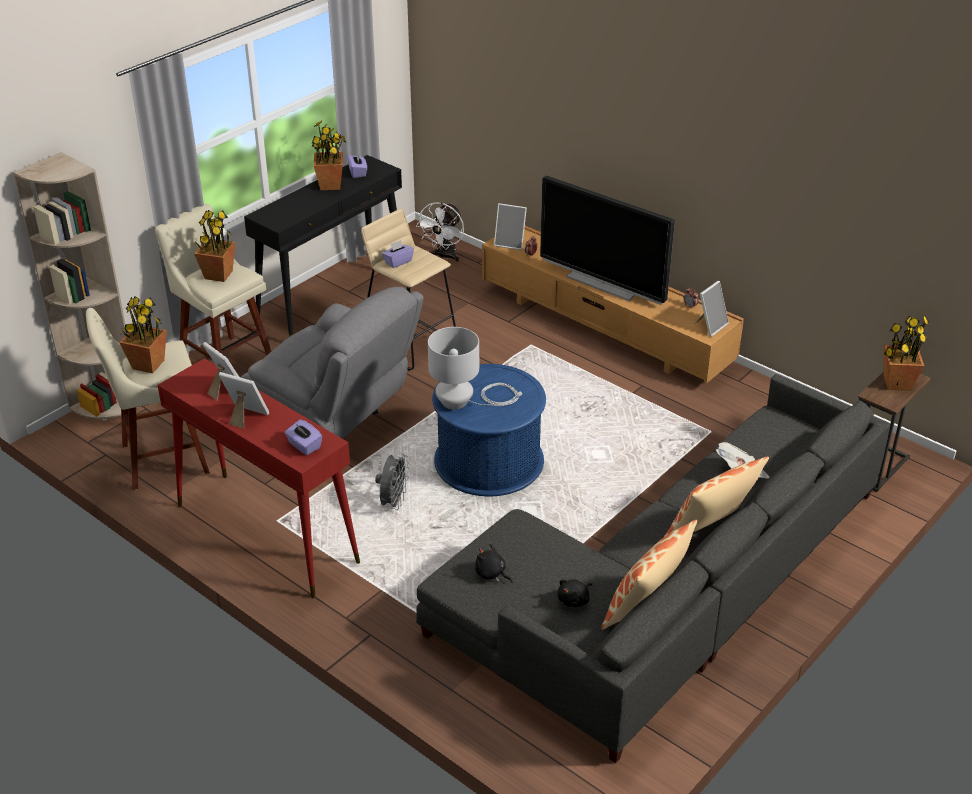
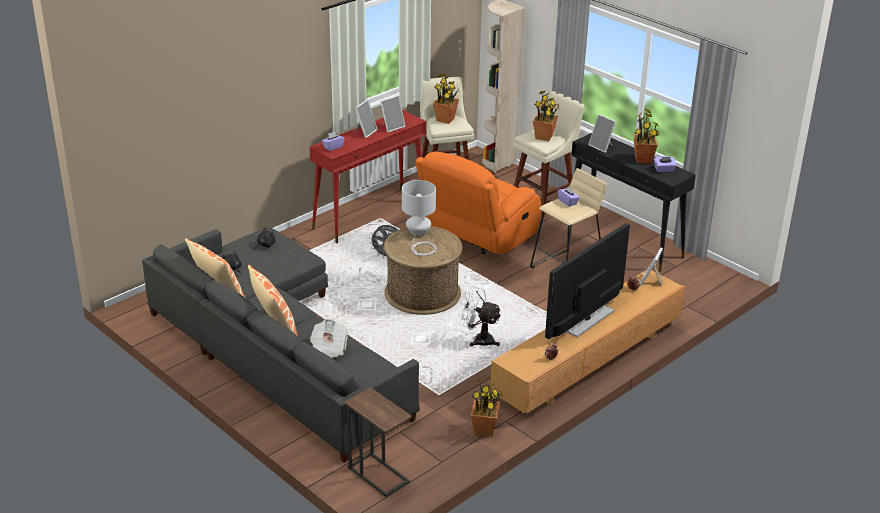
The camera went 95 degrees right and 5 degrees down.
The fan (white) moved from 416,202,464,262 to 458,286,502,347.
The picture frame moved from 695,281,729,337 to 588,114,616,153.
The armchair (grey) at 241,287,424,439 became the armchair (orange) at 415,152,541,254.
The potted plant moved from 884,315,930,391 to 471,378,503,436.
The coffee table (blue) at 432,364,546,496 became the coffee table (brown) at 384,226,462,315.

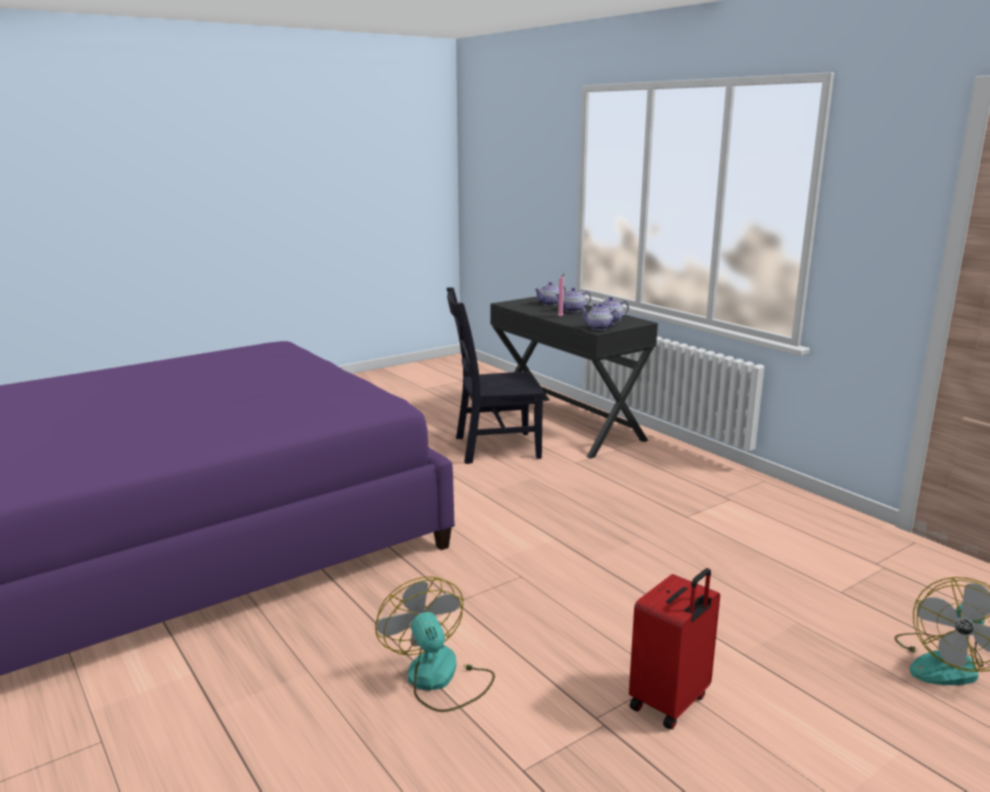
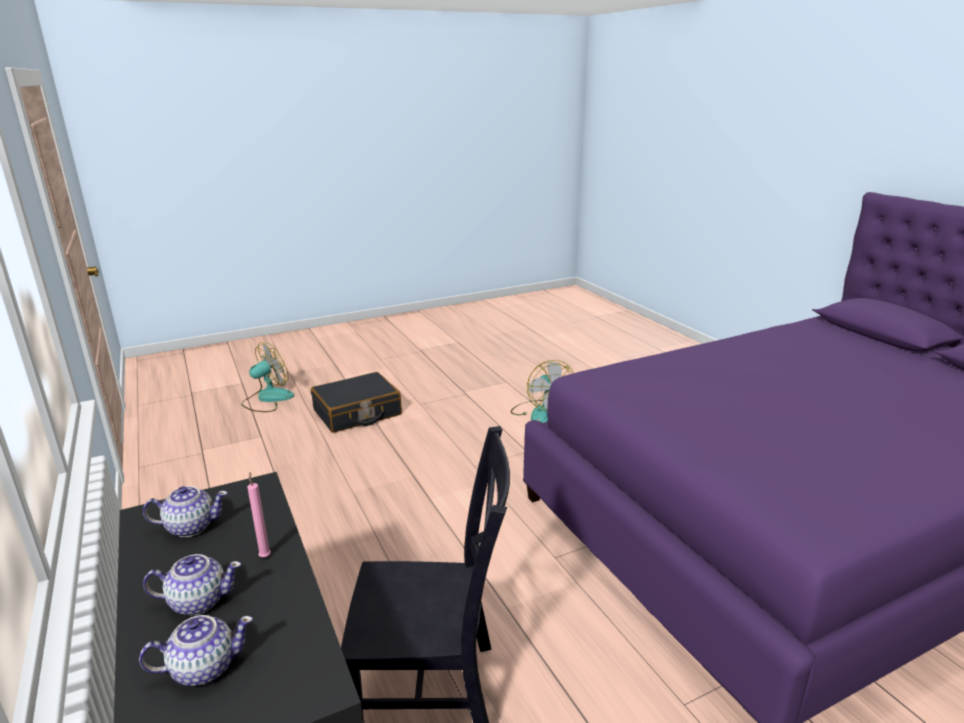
The camera went 170 degrees left and 5 degrees up.
The teapot at 580,303,621,330 disappeared.
The suitcase (red) at 629,568,720,730 disappeared.
The suitcase (black) at 311,372,402,433 appeared.

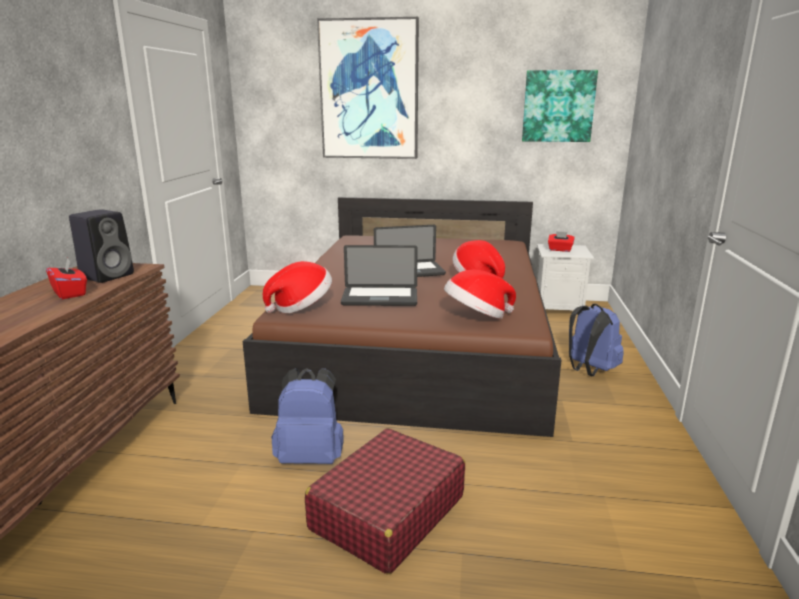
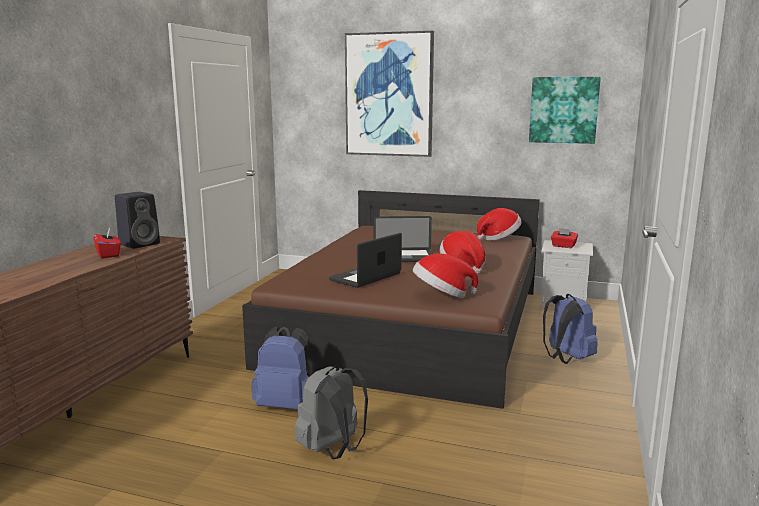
The camera went 10 degrees right and 5 degrees down.
The laptop at 341,245,418,306 turned 120 degrees clockwise.
The hat moved from 263,261,332,313 to 477,208,521,240.
The suitcase (red) at 305,428,465,575 was replaced by the backpack (grey) at 295,366,368,459.

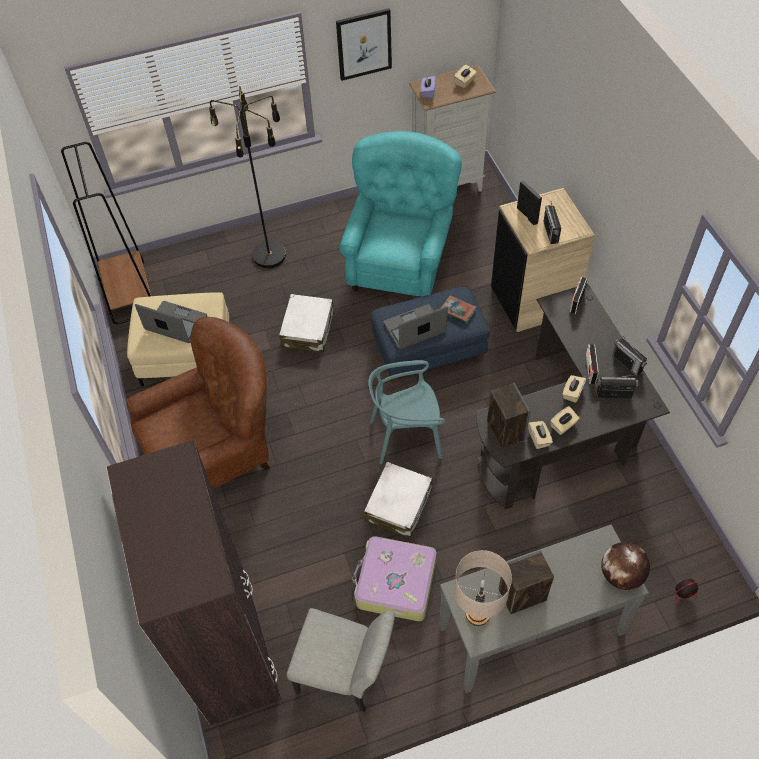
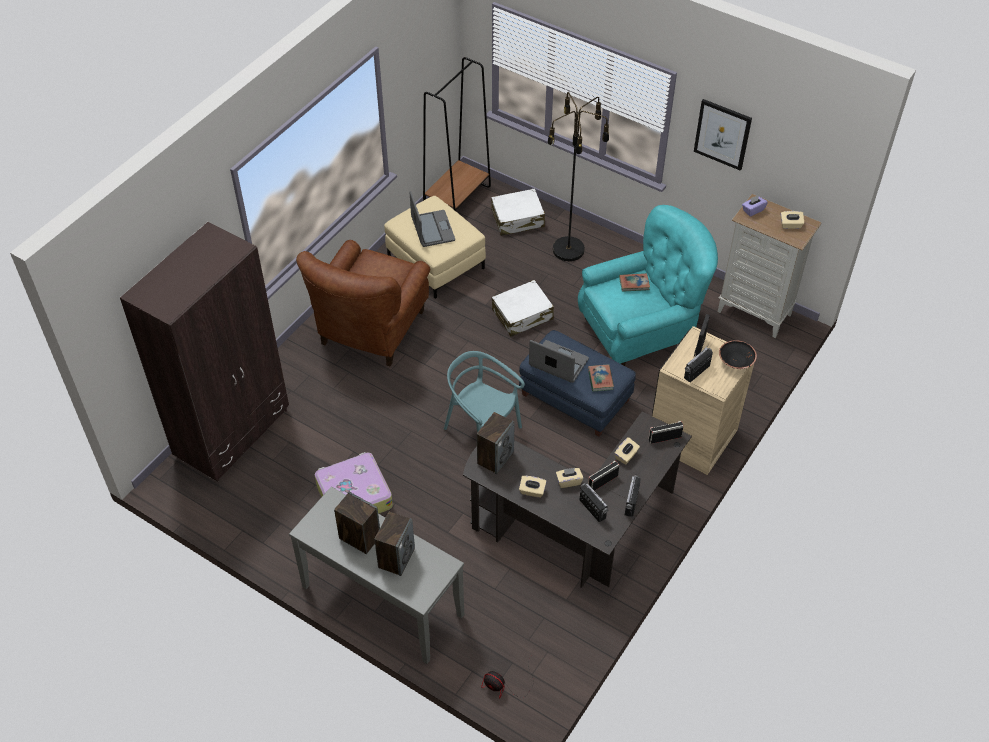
The camera went 50 degrees right and 5 degrees down.
The armchair (brown) at 126,317,270,489 turned 90 degrees clockwise.
The tissue box (beige) moved from 528,421,553,449 to 614,437,640,465.
The suitcase (white) moved from 364,462,432,538 to 491,188,545,236.
The globe at 601,542,650,590 disappeared.
The table lamp (beige) at 454,550,512,626 disappeared.
The chair (grey) at 287,608,395,713 disappeared.
The book at 619,273,650,292 appeared.
The bowl (black) at 719,340,757,369 appeared.
The speaker at 374,512,415,576 appeared.

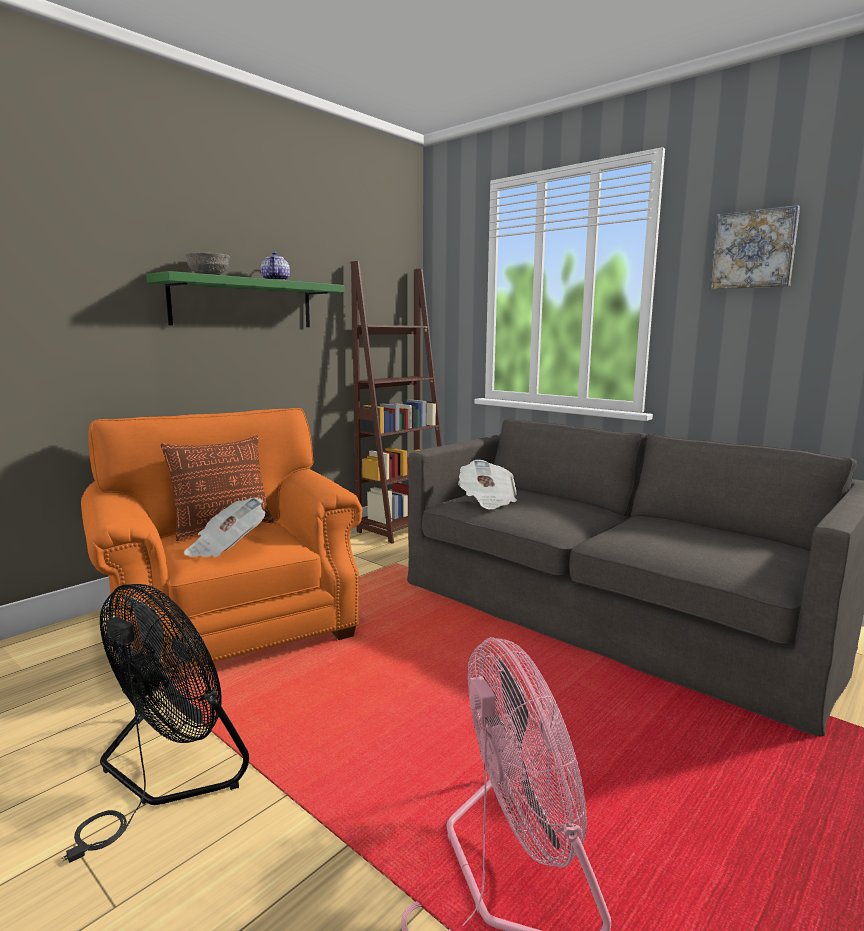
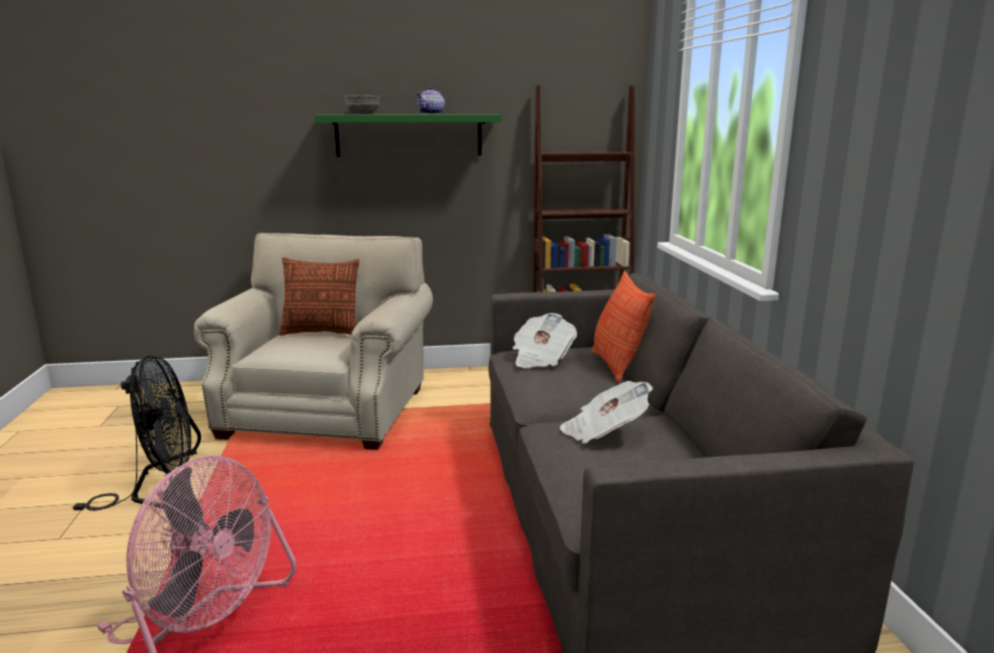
The camera went 40 degrees right and 5 degrees up.
The picture at 710,205,800,289 disappeared.
The armchair (orange) at 81,408,363,692 became the armchair (beige) at 194,233,433,450.
The newspaper moved from 184,497,265,558 to 560,381,653,444.
The pillow (orange) at 592,271,655,383 appeared.

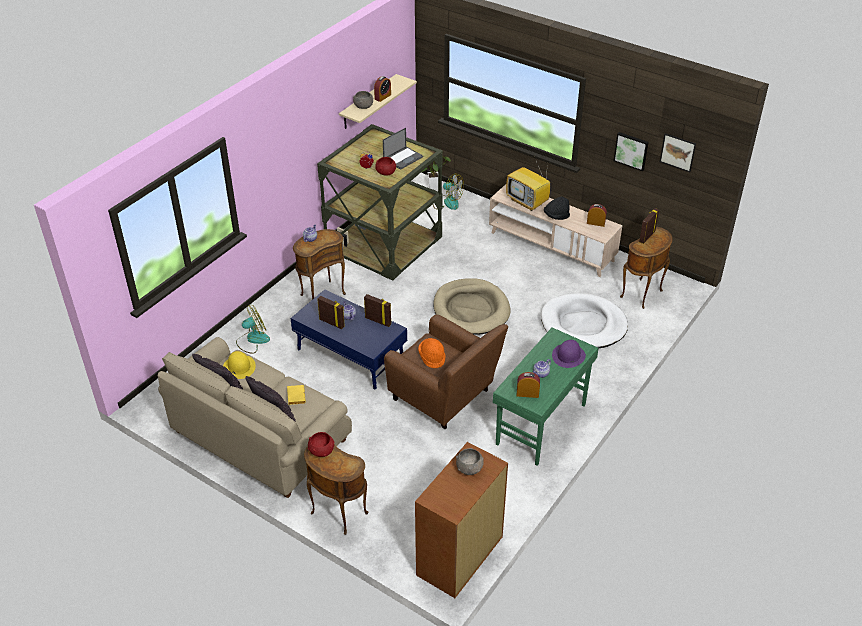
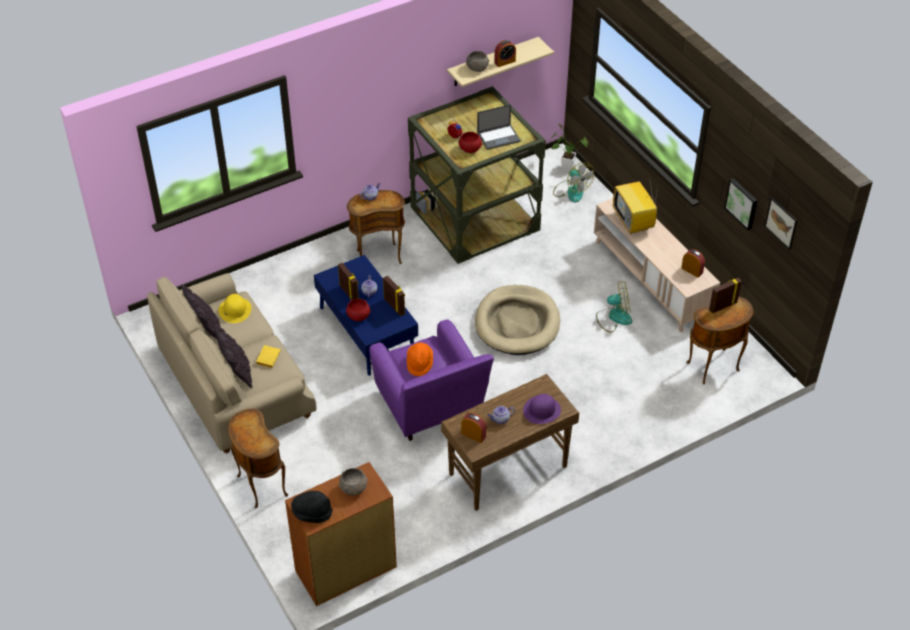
The camera went 25 degrees right and 5 degrees up.
The hat (black) moved from 544,197,570,220 to 291,491,332,523.
The dog bed (white) at 541,293,628,348 disappeared.
The fan moved from 236,305,270,354 to 596,281,632,333.
The armchair (brown) at 384,315,508,429 became the armchair (purple) at 369,319,494,441.
The console table (green) at 493,328,599,466 became the console table (brown) at 441,374,579,511.
The bowl (red) moved from 308,432,335,457 to 346,299,371,321.

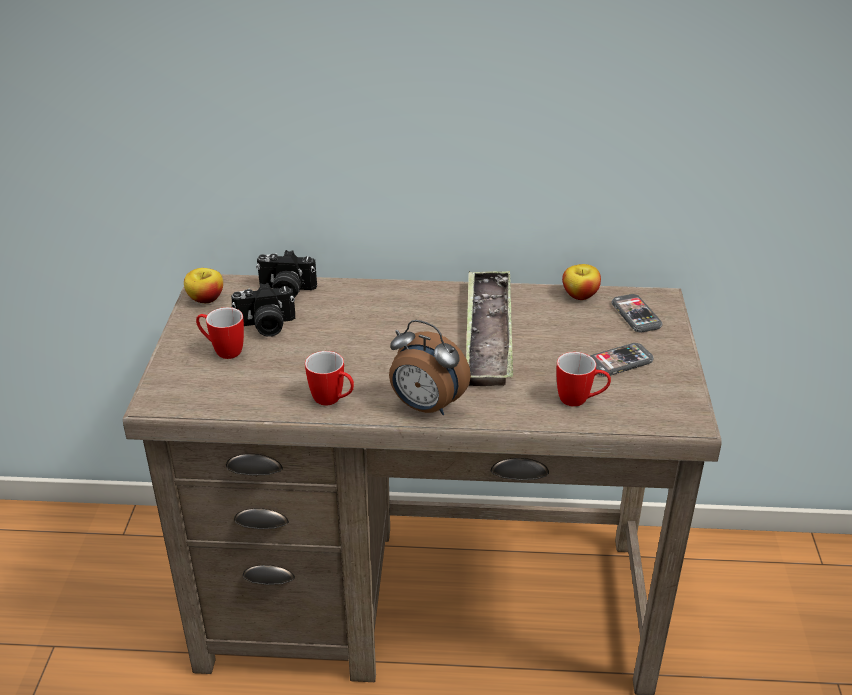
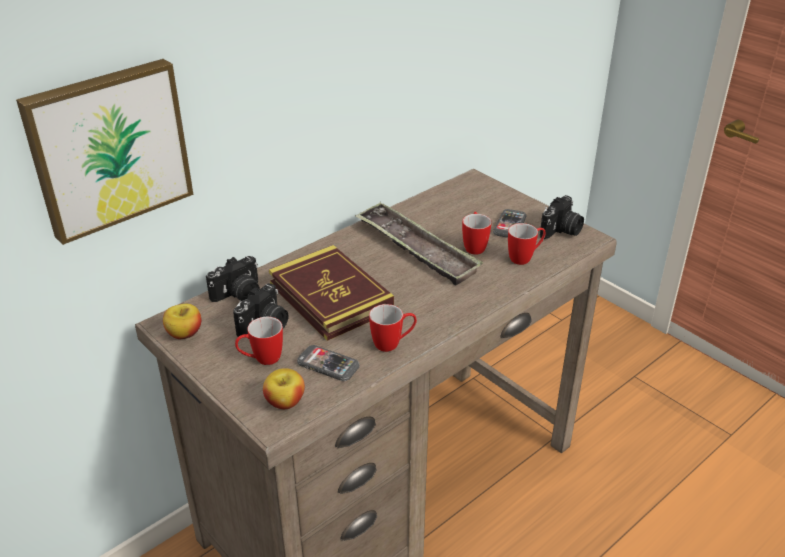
The camera went 45 degrees left and 0 degrees up.
The apple moved from 562,264,601,300 to 263,368,305,409.
The phone moved from 611,294,663,333 to 297,345,360,381.
The alarm clock at 389,320,471,415 disappeared.
The picture at 16,59,194,245 appeared.
The photo camera at 540,195,584,239 appeared.
The mug at 462,212,492,255 appeared.
The book at 269,245,394,341 appeared.

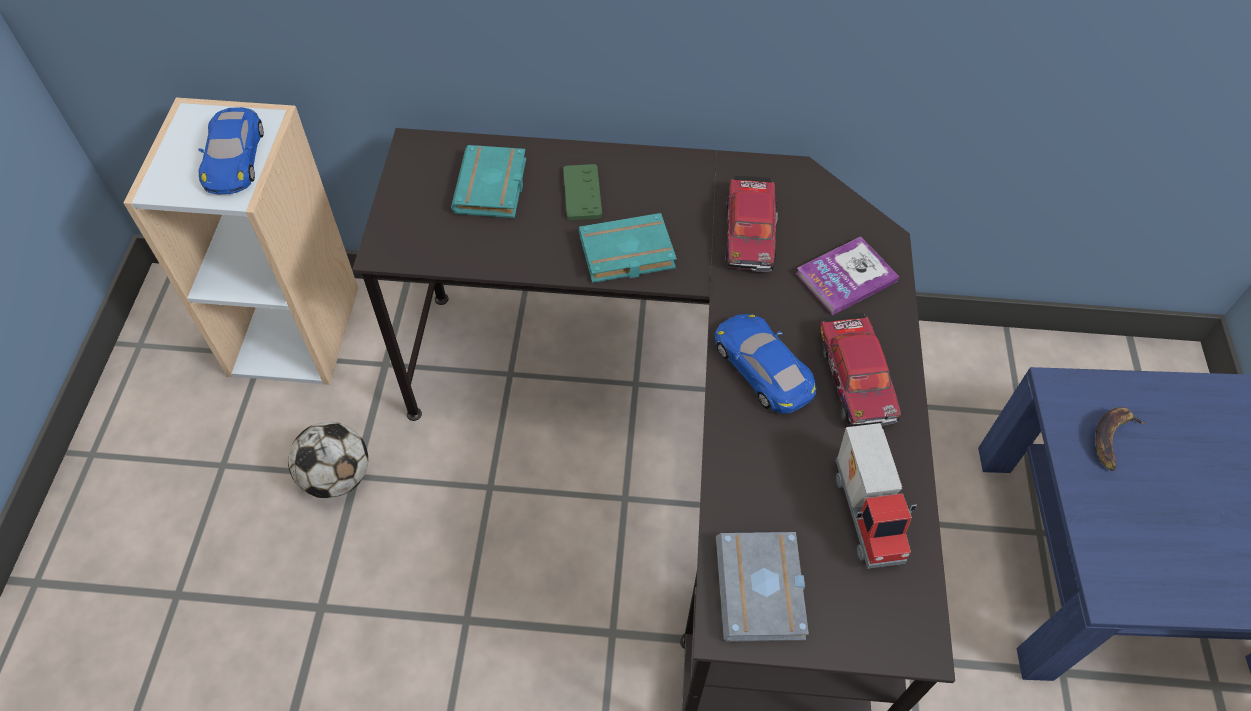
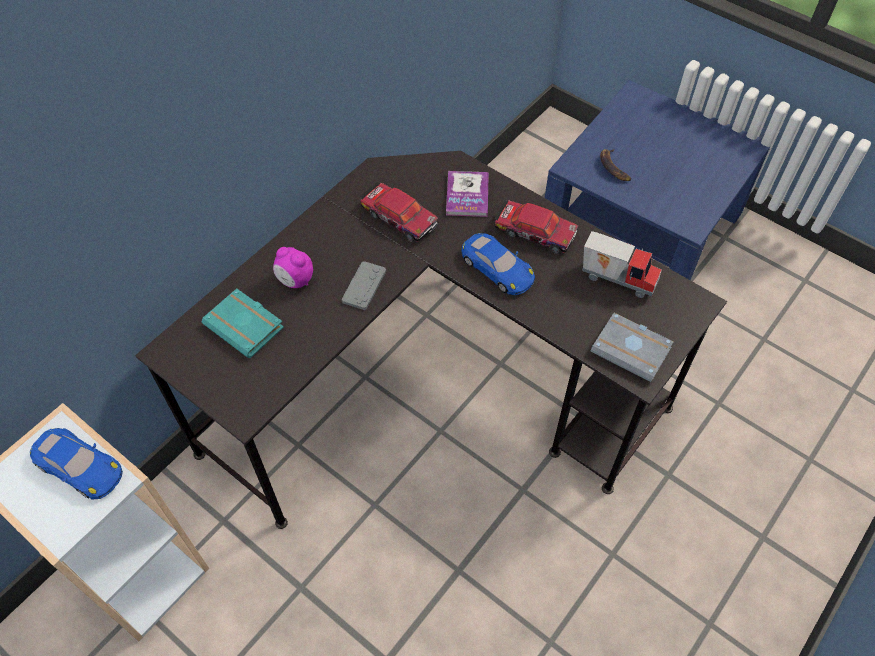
The camera went 55 degrees left and 0 degrees up.
The game controller (green) at 563,164,602,220 was replaced by the alarm clock at 273,247,313,288.
The book (turquoise) at 579,213,677,283 was replaced by the game controller (grey) at 341,261,386,310.
The toy car (blue) at 714,314,817,414 turned 135 degrees counterclockwise.
The football at 288,422,368,498 disappeared.

